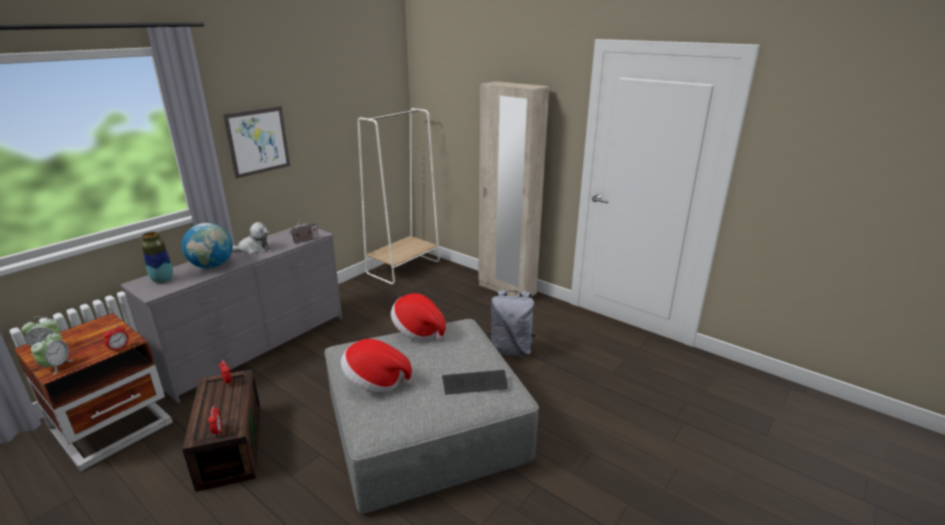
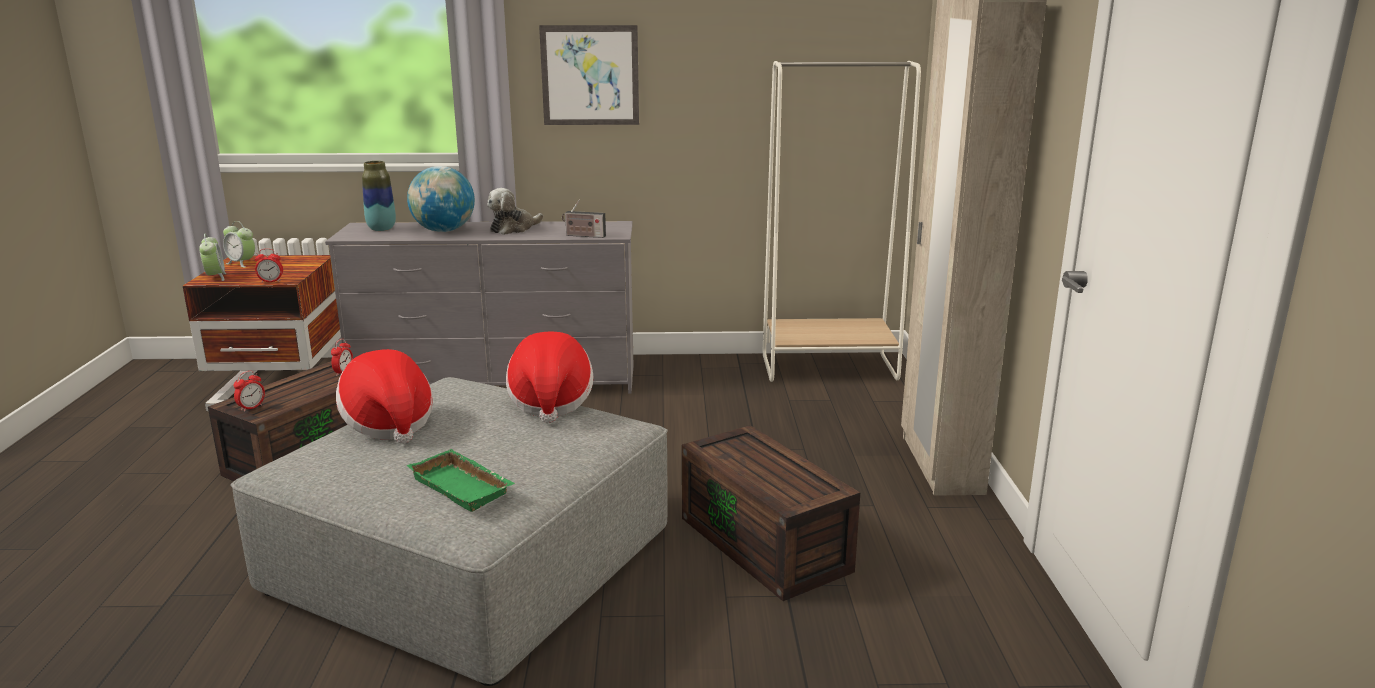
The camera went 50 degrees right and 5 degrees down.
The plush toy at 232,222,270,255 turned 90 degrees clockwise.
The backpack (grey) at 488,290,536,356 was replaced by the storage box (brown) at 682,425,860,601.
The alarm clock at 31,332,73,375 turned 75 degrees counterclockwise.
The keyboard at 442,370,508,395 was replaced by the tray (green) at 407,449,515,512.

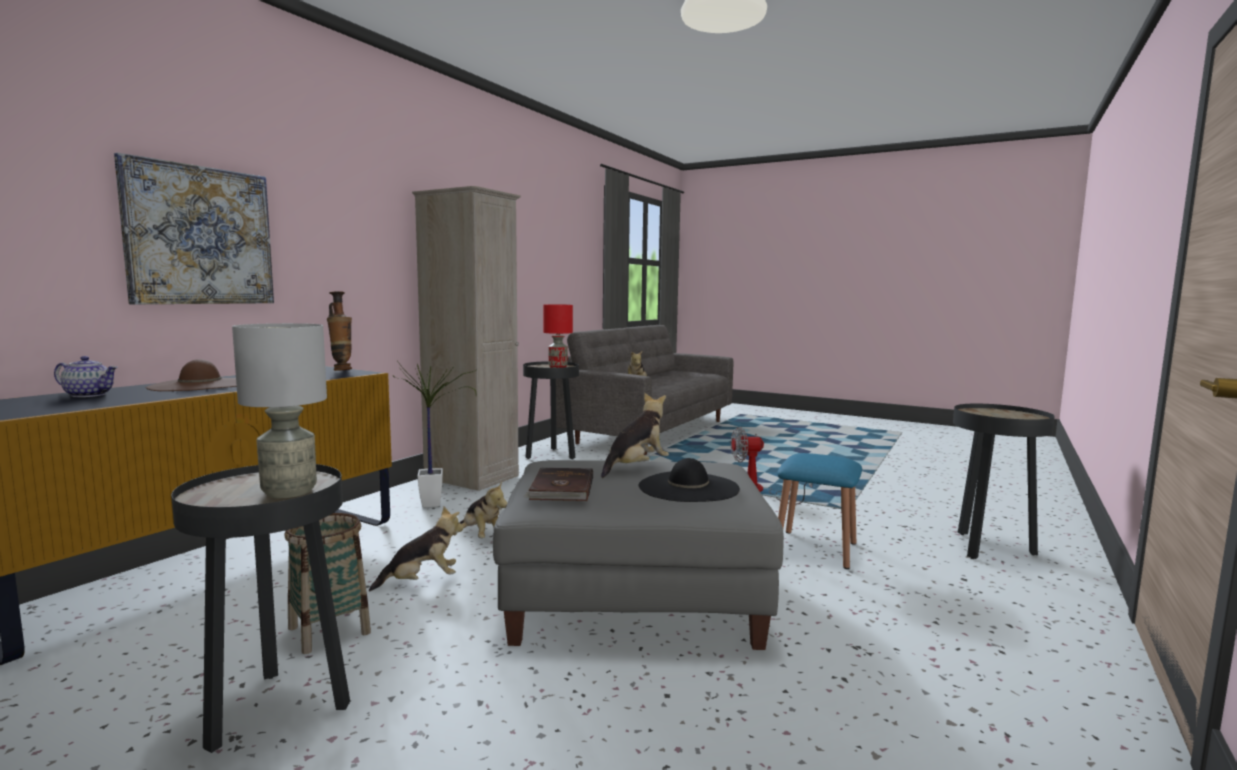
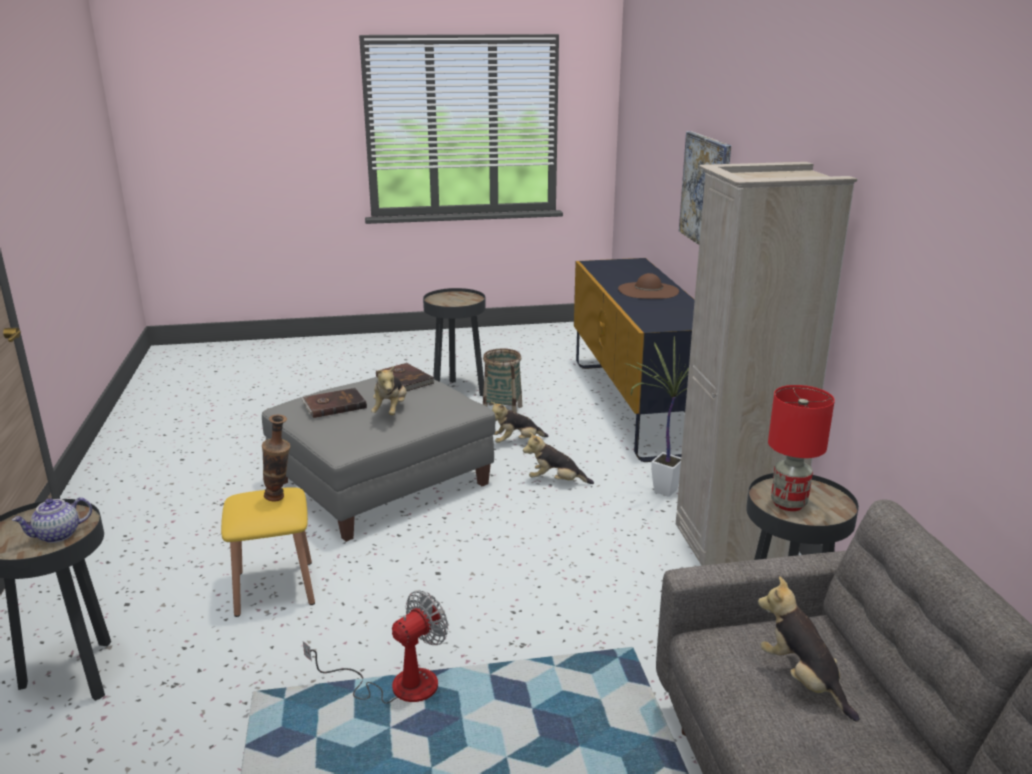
The camera went 140 degrees right and 15 degrees up.
The vase moved from 327,291,352,371 to 262,415,290,502.
The table lamp (grey) at 232,323,327,498 disappeared.
The teapot moved from 54,356,118,397 to 12,497,92,543.
The stool (blue) at 777,453,862,569 became the stool (yellow) at 221,487,315,617.
The hat (black) at 639,458,740,502 was replaced by the book (brown) at 302,388,367,418.
The plush toy at 369,507,464,591 turned 45 degrees clockwise.

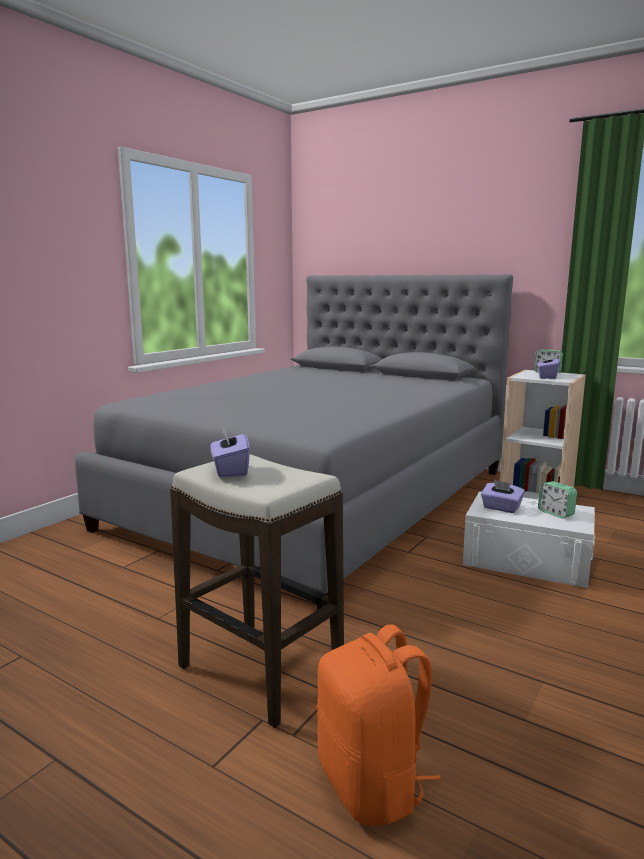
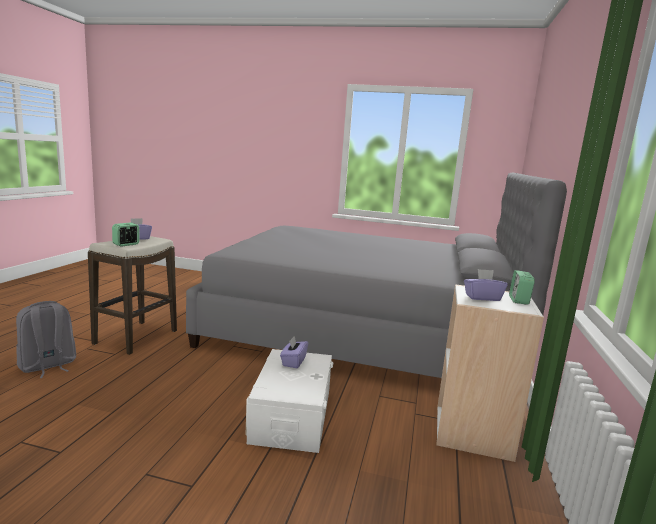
The camera went 70 degrees right and 0 degrees up.
The alarm clock moved from 538,481,577,518 to 112,223,139,247.
The backpack (orange) at 316,625,441,826 became the backpack (grey) at 16,301,76,378.

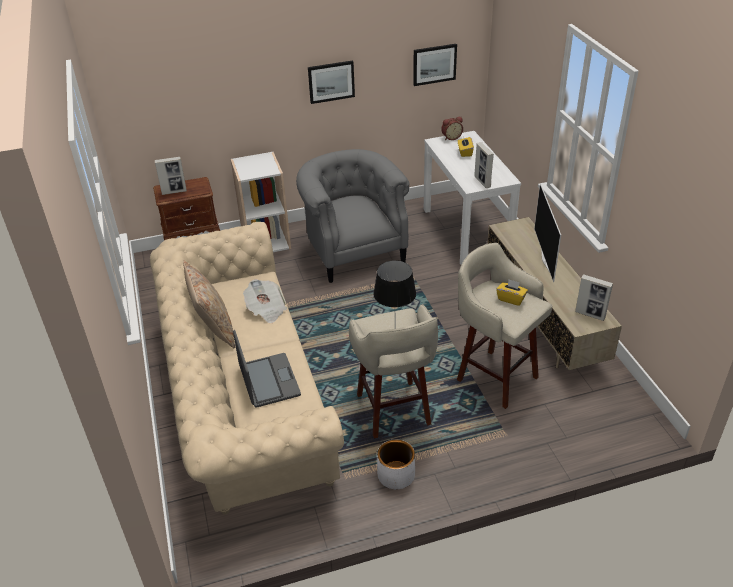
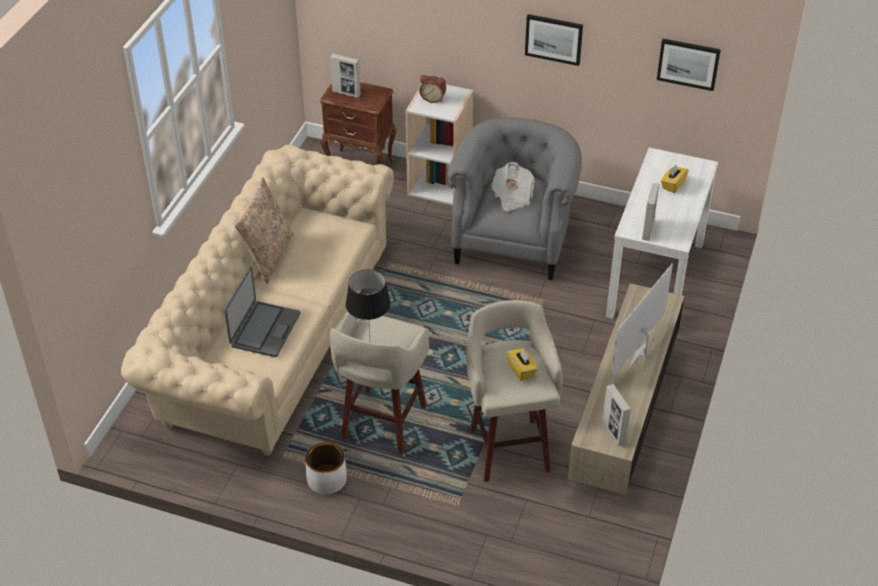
The camera went 35 degrees right and 5 degrees up.
The alarm clock moved from 441,117,463,140 to 419,75,446,103.
The newspaper moved from 243,279,287,323 to 491,162,535,211.

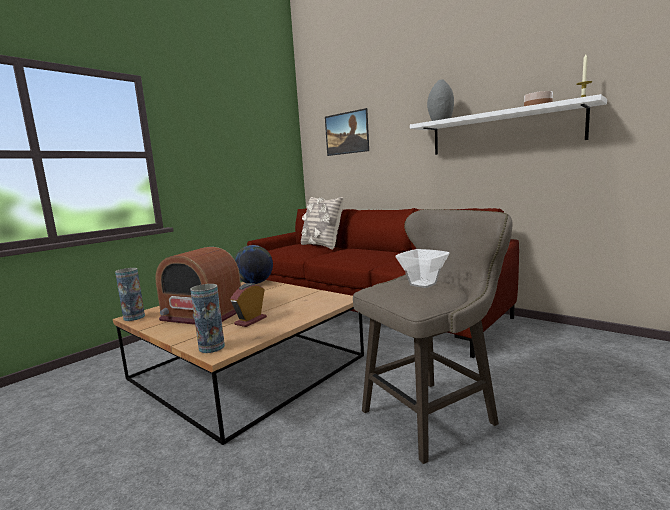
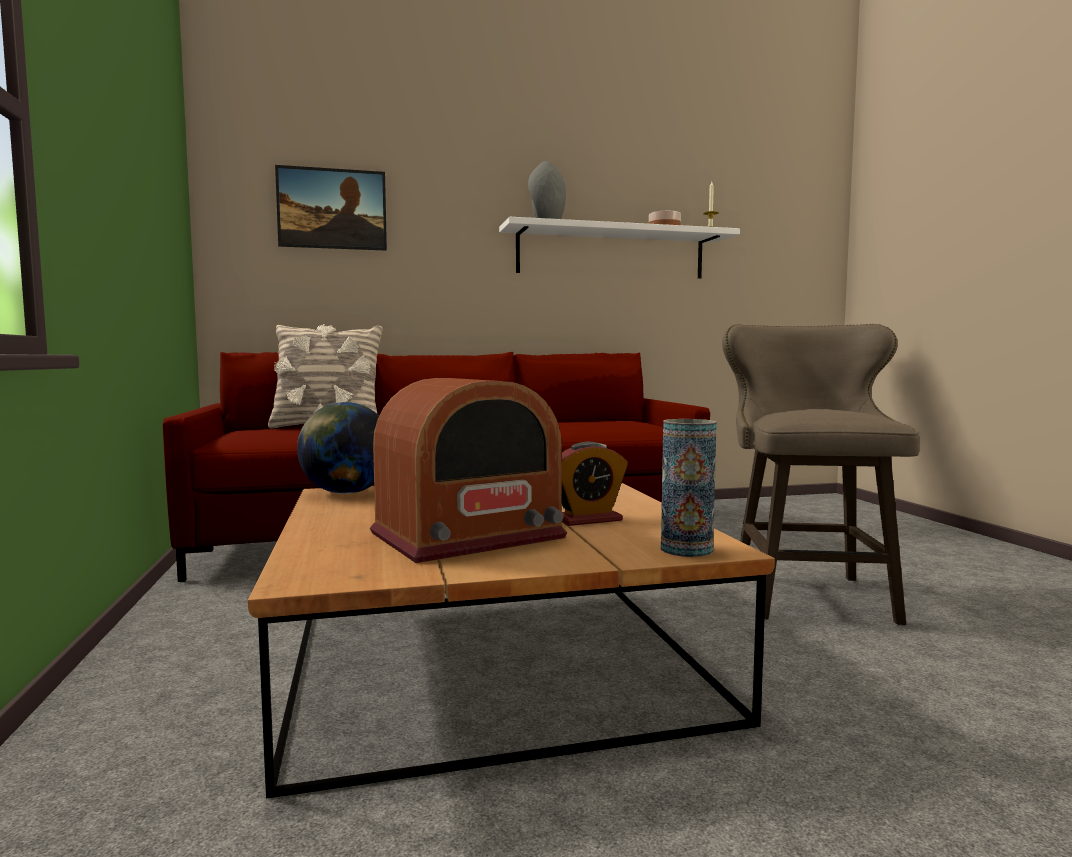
The camera went 55 degrees left and 5 degrees down.
The bowl at 395,249,450,288 disappeared.
The vase at 115,268,145,321 disappeared.
The alarm clock at 230,283,267,327 turned 90 degrees counterclockwise.

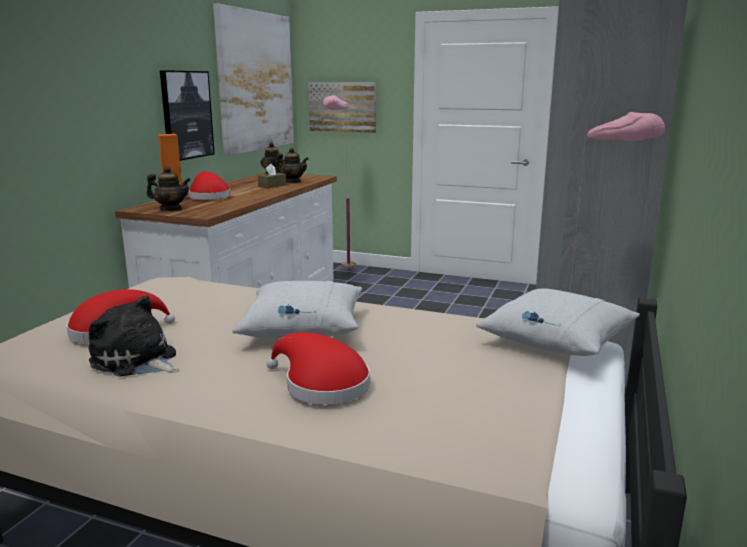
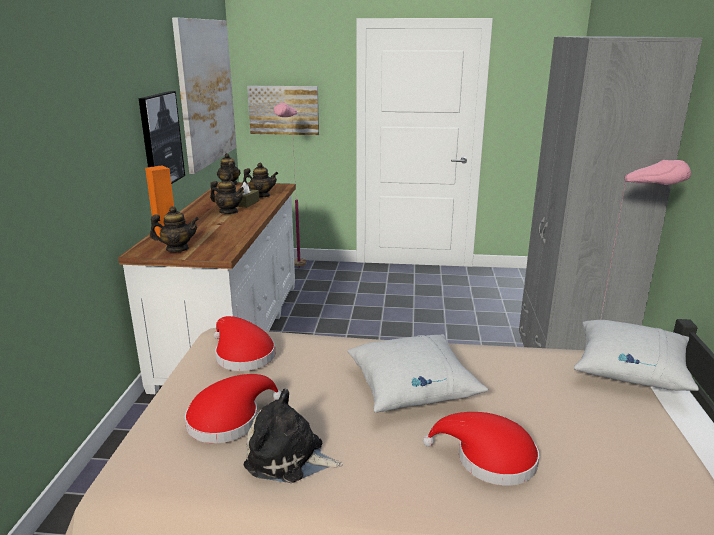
The camera went 15 degrees left and 5 degrees up.
The hat (red) moved from 189,171,231,200 to 214,316,275,371.
The teapot at 210,176,244,214 appeared.

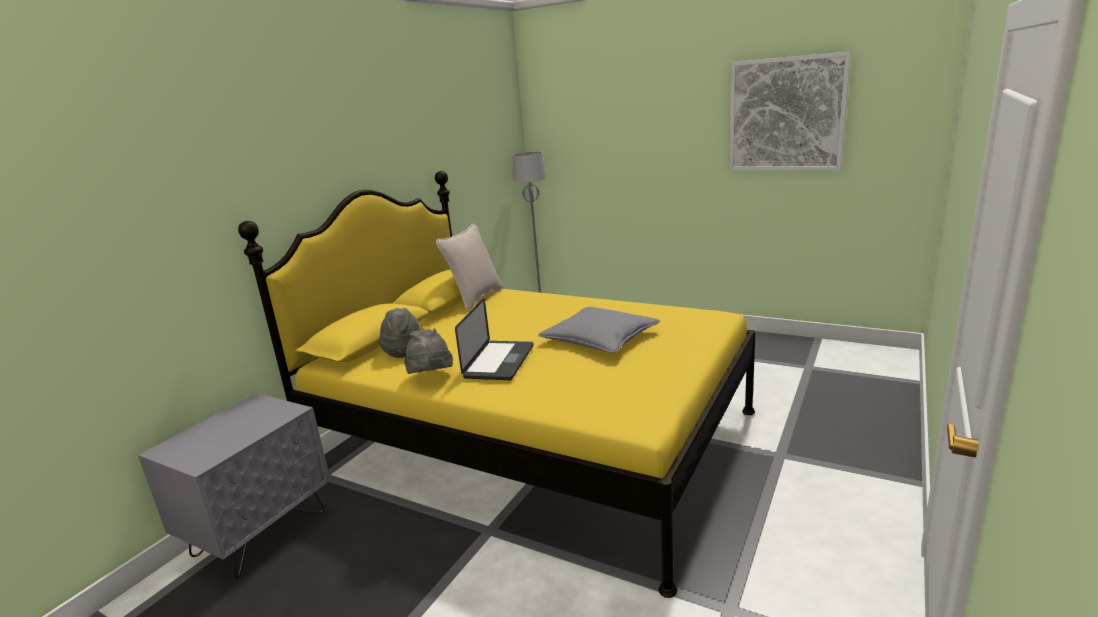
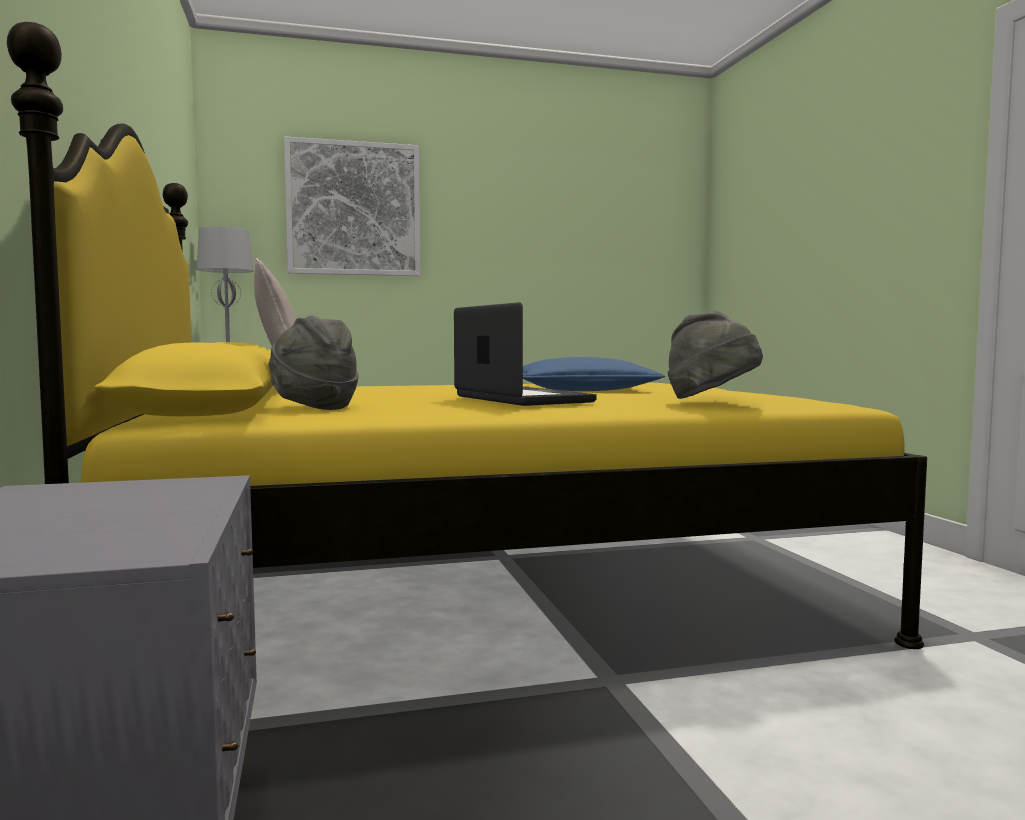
The camera went 45 degrees left and 15 degrees down.
The picture moved from 729,51,851,171 to 284,137,420,276.
The pillow (grey) at 538,307,660,353 became the pillow (blue) at 523,357,665,391.
The hat (grey) moved from 404,329,453,374 to 667,311,763,399.

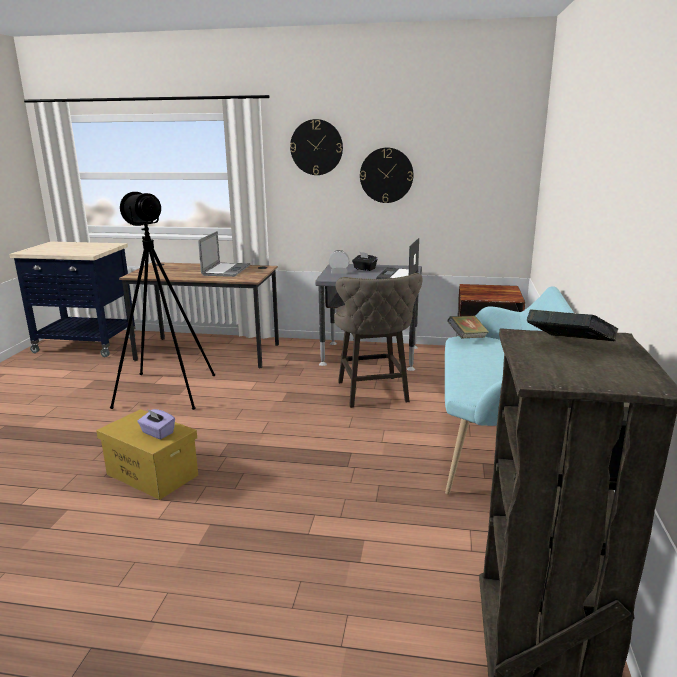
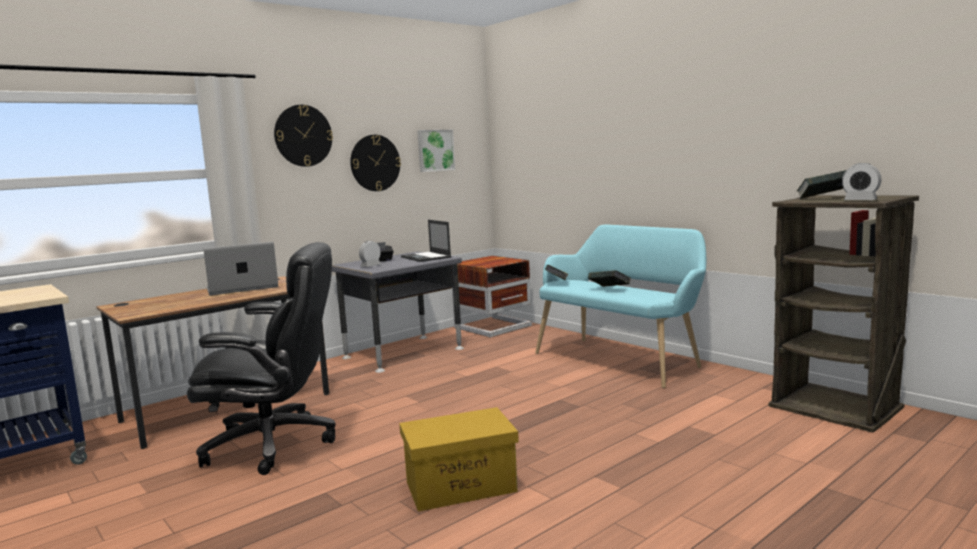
The camera went 50 degrees left and 10 degrees down.
The floor lamp (black) at 110,192,215,410 was replaced by the office chair (black) at 187,242,336,475.
The laptop at 198,231,250,277 turned 75 degrees counterclockwise.
The stool (beige) at 334,273,423,408 disappeared.
The tissue box (purple) at 137,409,175,439 disappeared.
The picture at 417,130,455,172 appeared.
The alarm clock at 842,163,882,200 appeared.
The book at 588,270,631,287 appeared.

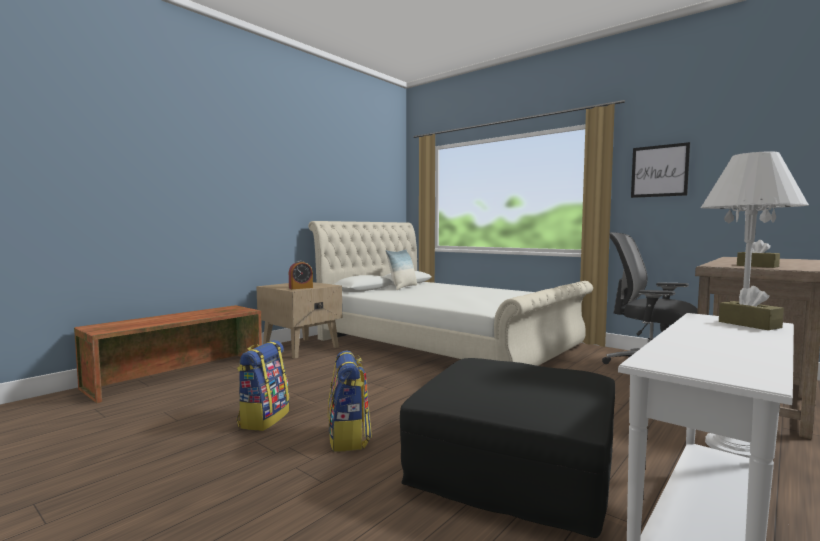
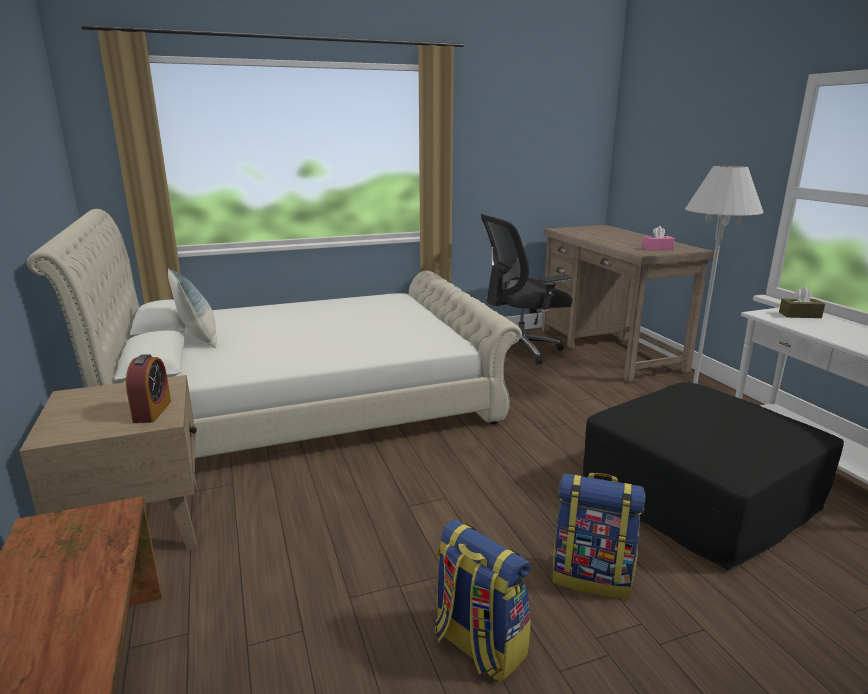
The camera went 60 degrees left and 15 degrees up.
The picture at 631,142,690,198 disappeared.
The tissue box (brown) at 737,240,780,268 became the tissue box (pink) at 642,226,675,250.

